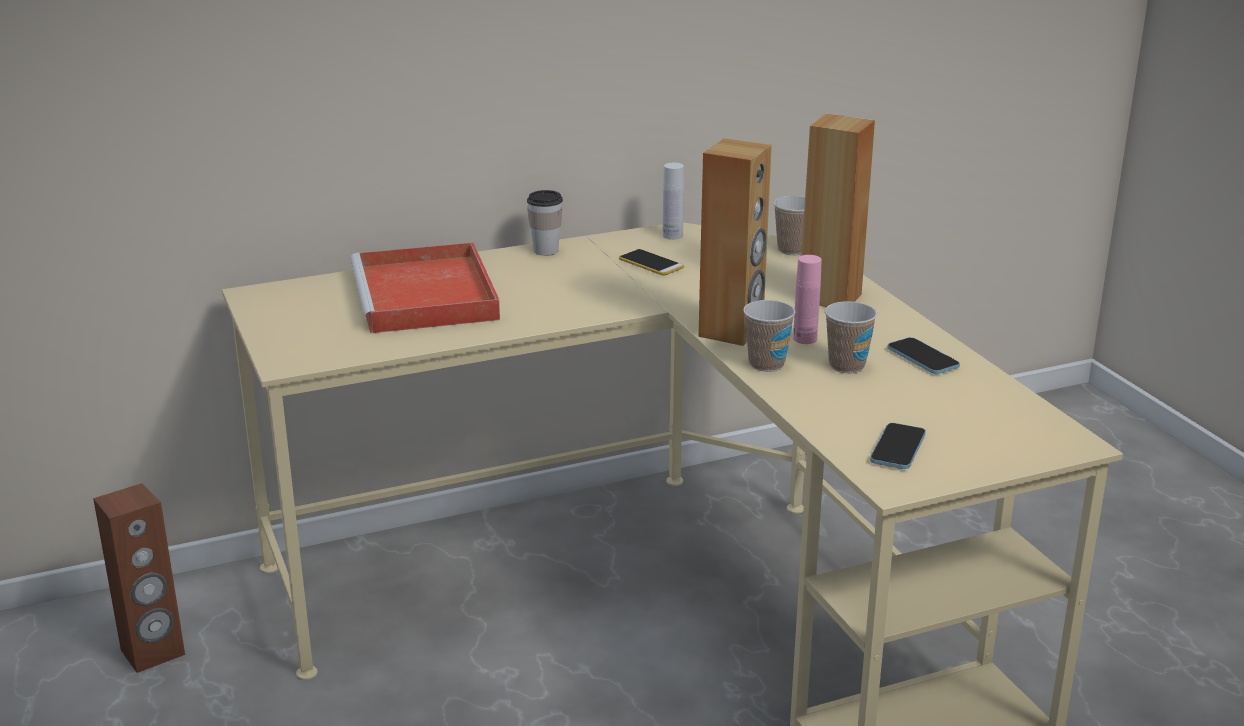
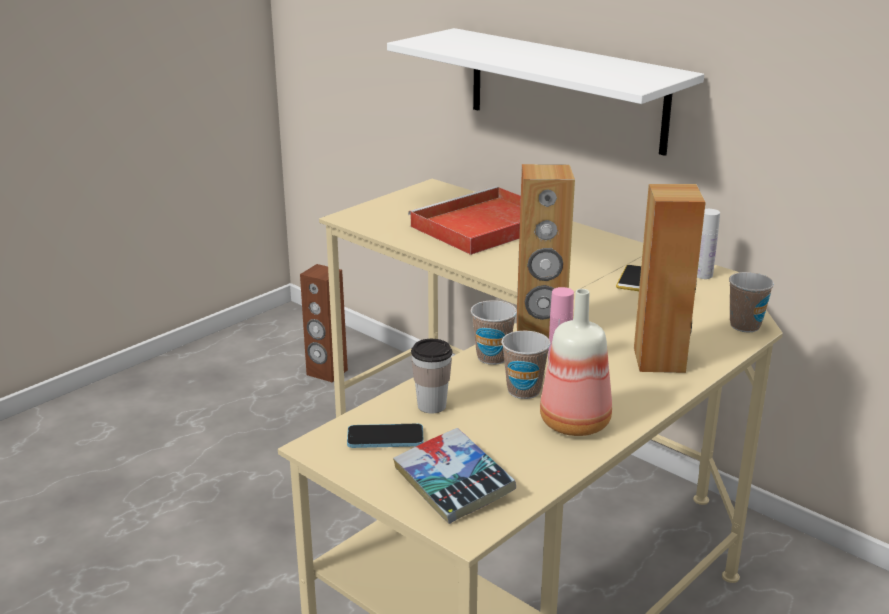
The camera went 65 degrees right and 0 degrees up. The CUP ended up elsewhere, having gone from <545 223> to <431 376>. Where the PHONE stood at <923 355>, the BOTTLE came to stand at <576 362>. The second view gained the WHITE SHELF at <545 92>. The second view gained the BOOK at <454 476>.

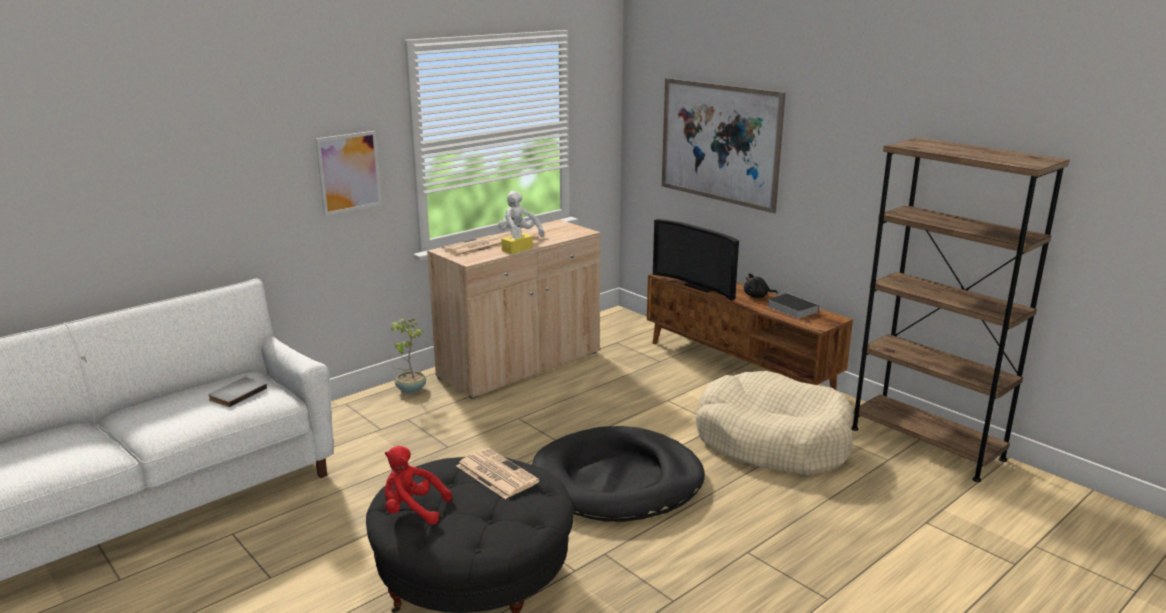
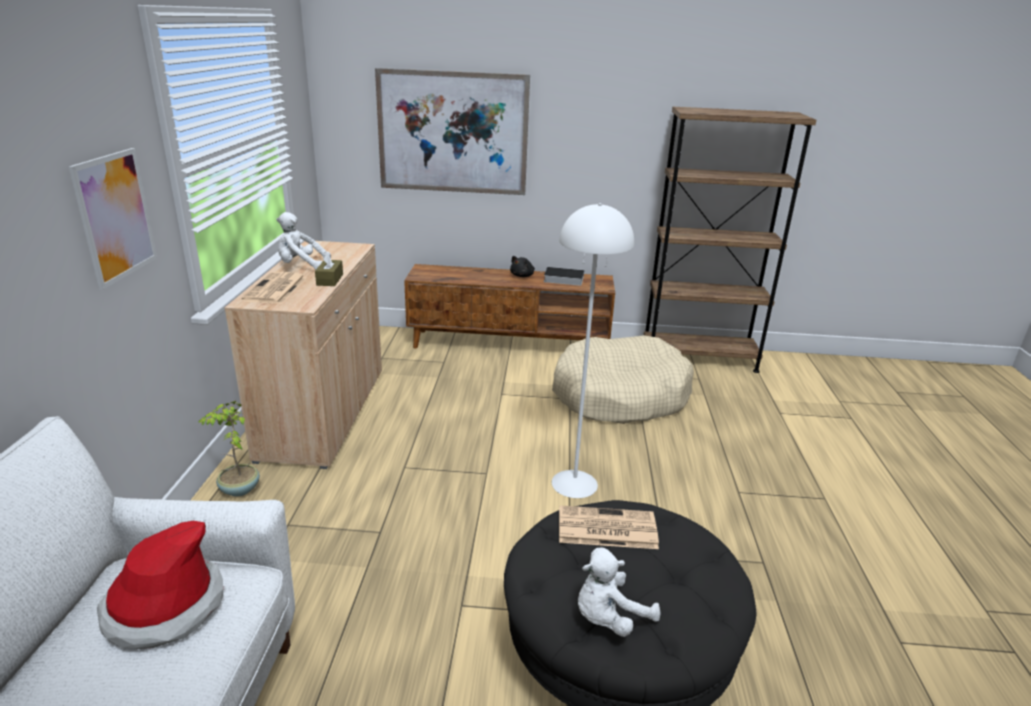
The camera went 45 degrees left and 5 degrees up. The second view lost the TELEVISION at <696 260>. What was the YELLOW TISSUE BOX at <517 239> turned into the BROWN TISSUE BOX at <329 269>. Where the GREY BOOK stood at <237 392>, the HAT came to stand at <160 585>. Where the BLACK DOG BED stood at <618 474>, the WHITE FLOOR LAMP came to stand at <593 350>. What was the RED PLUSH TOY at <418 485> turned into the WHITE PLUSH TOY at <619 592>.

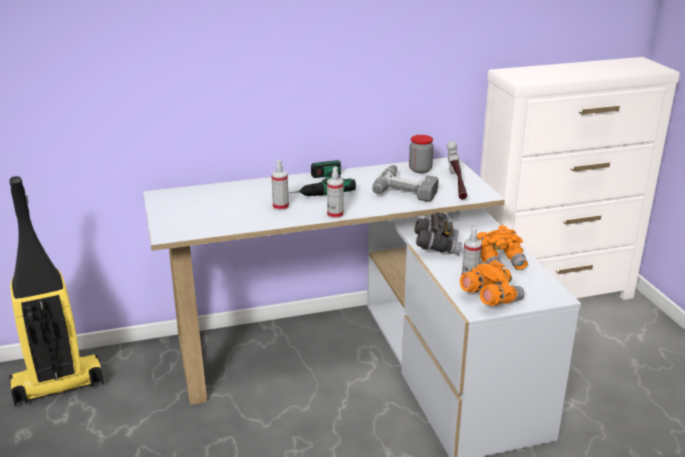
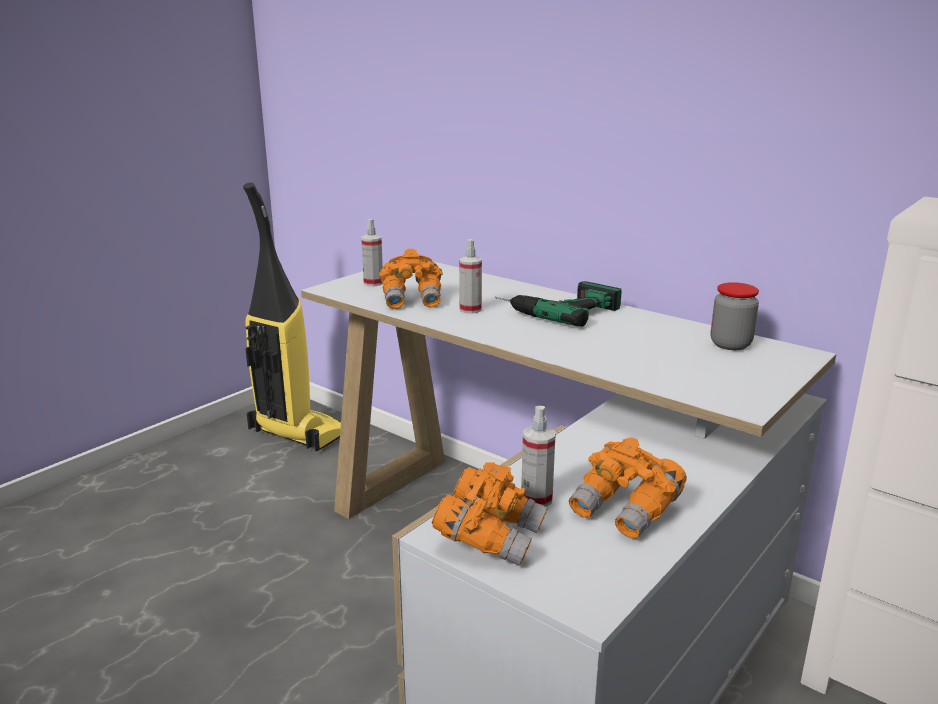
The camera went 55 degrees right and 5 degrees down. The second view lost the HAMMER at <456 170>. The second view lost the POWER DRILL at <405 183>. The SPRAY BOTTLE ended up elsewhere, having gone from <335 193> to <372 252>. The second view lost the GREY BINOCULARS at <438 233>. The second view gained the ORANGE BINOCULARS at <411 279>.

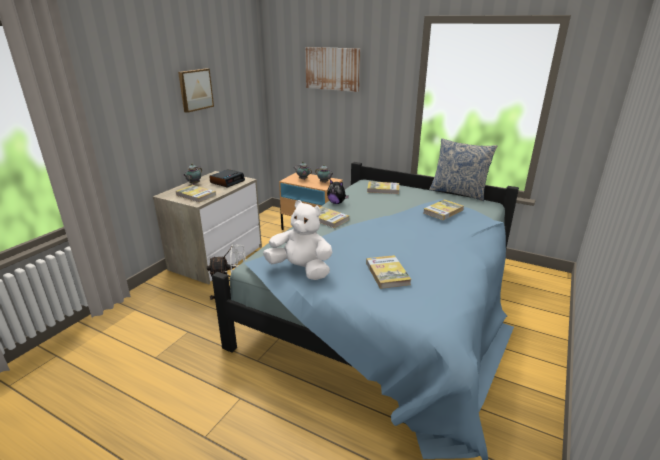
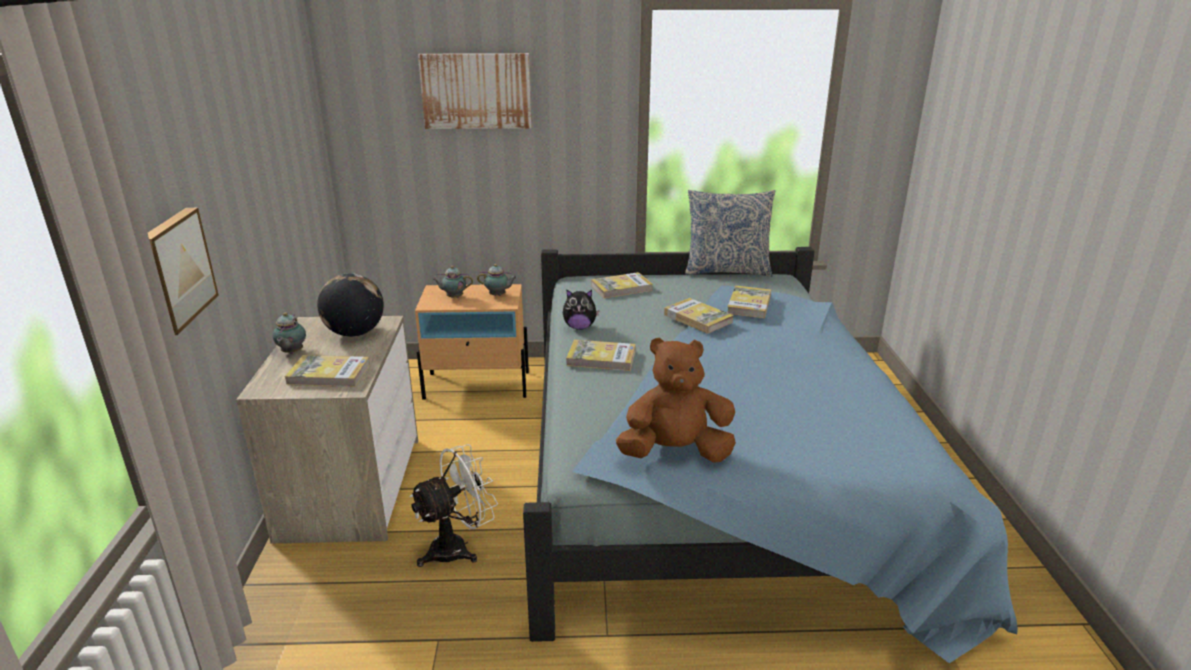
The camera went 30 degrees left and 0 degrees up. The PICTURE ended up elsewhere, having gone from <196 90> to <183 271>. Where the ALARM CLOCK stood at <227 178>, the GLOBE came to stand at <350 305>. What was the WHITE PLUSH TOY at <297 240> turned into the BROWN PLUSH TOY at <676 400>. The BOOK ended up elsewhere, having gone from <388 272> to <699 316>.

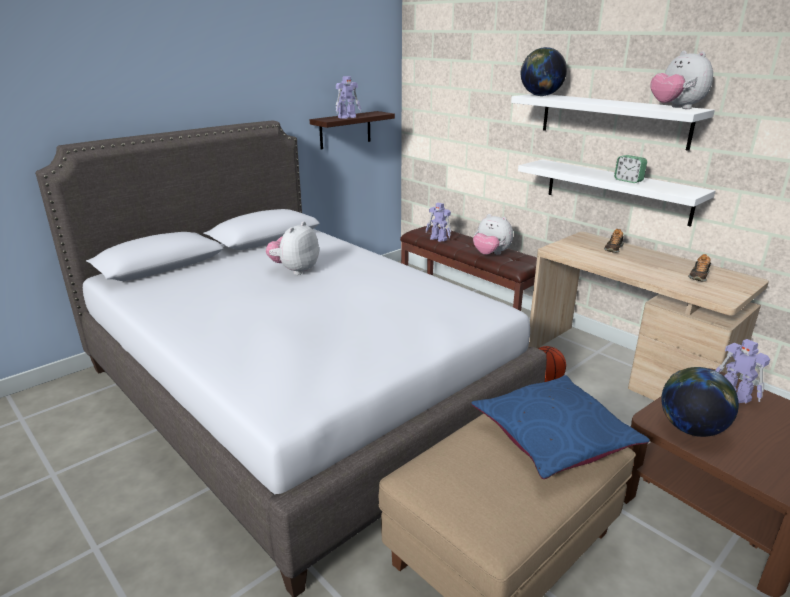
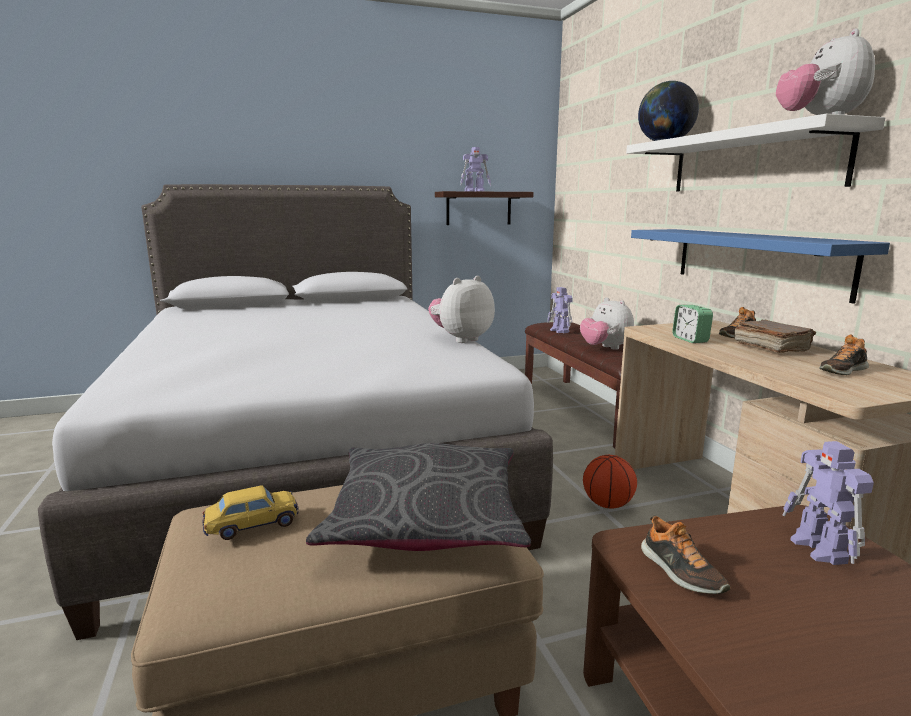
The camera went 25 degrees right and 10 degrees down. The ALARM CLOCK ended up elsewhere, having gone from <630 169> to <692 324>. What was the WHITE SHELF at <616 193> turned into the BLUE SHELF at <760 266>. The PLUSH TOY ended up elsewhere, having gone from <292 248> to <461 309>. Where the GLOBE stood at <700 402>, the SHOE came to stand at <685 554>. What was the BLUE PILLOW at <560 427> turned into the GREY PILLOW at <418 497>. The second view gained the BROWN BOOK at <775 336>. The second view gained the TOY CAR at <251 512>.

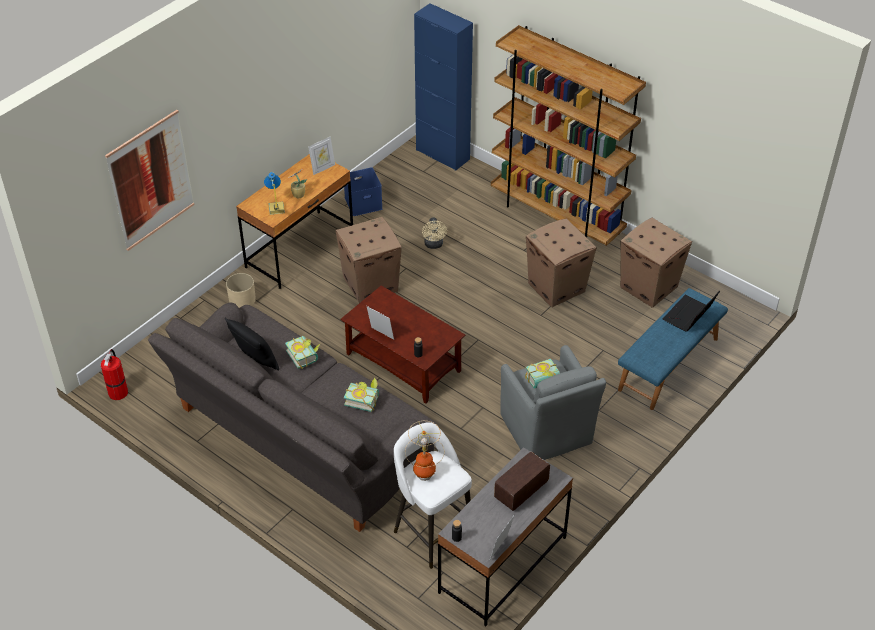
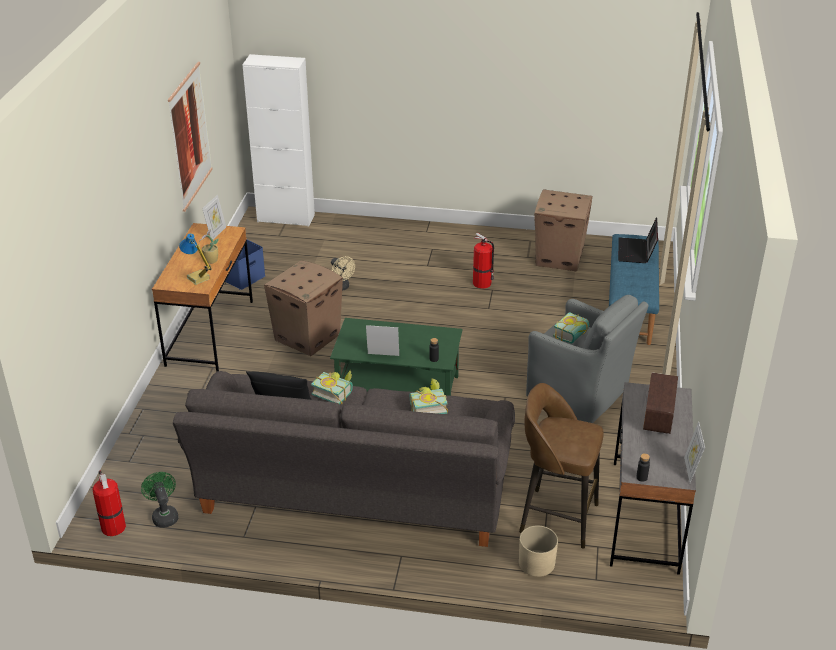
The camera went 30 degrees left and 10 degrees down. What was the BLUE CABINET at <443 87> turned into the WHITE CABINET at <278 140>. The second view lost the BROWN BOOKCASE at <568 135>. The PICTURE ended up elsewhere, having gone from <150 180> to <190 137>. Where the CARDBOARD BOX stood at <561 262>, the FIRE EXTINGUISHER came to stand at <483 260>. The BEIGE PLANTER ended up elsewhere, having gone from <241 290> to <538 551>. What was the BROWN COFFEE TABLE at <403 344> turned into the GREEN COFFEE TABLE at <396 357>. The second view lost the TABLE LAMP at <424 451>. What was the WHITE STOOL at <433 495> turned into the BROWN STOOL at <561 466>. The second view gained the GREEN FAN at <160 500>.

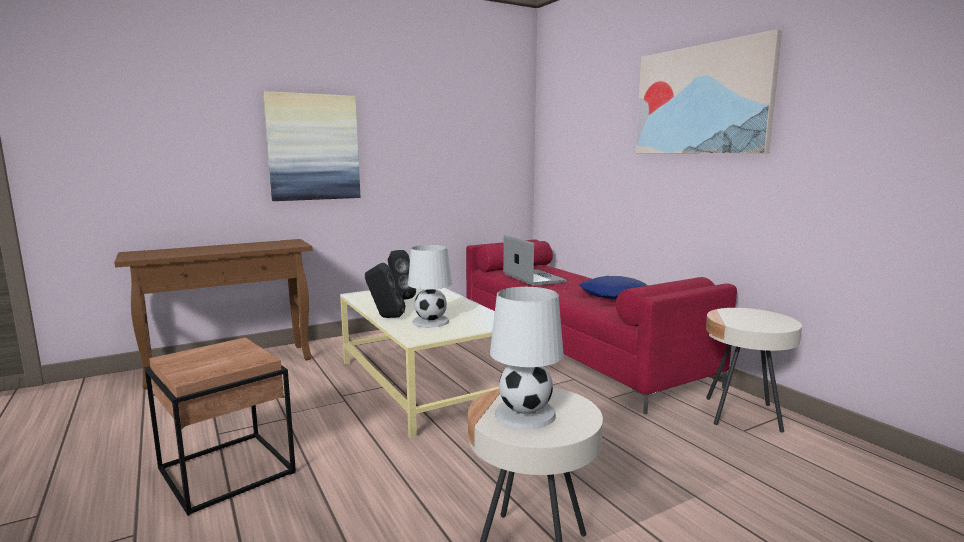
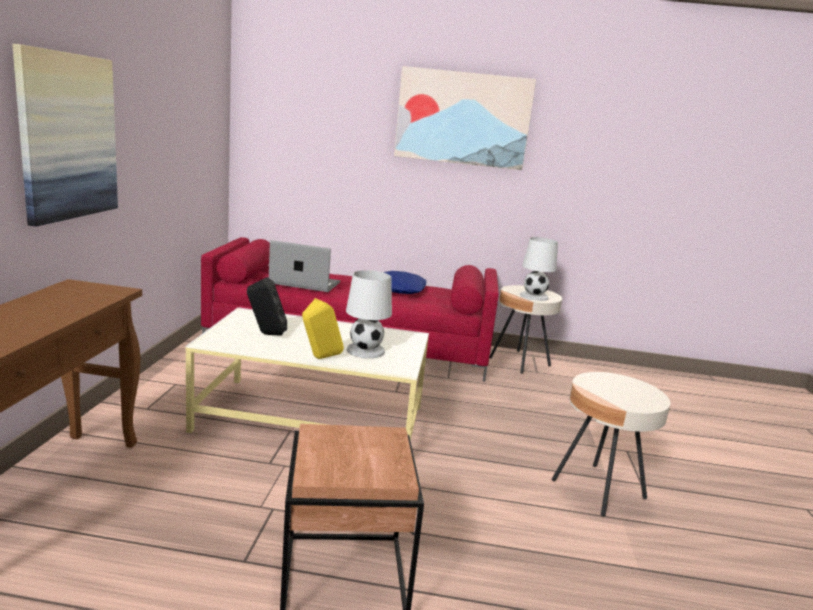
The camera went 55 degrees left and 5 degrees up. What was the BLACK SPEAKER at <385 290> turned into the YELLOW SPEAKER at <323 328>. The WHITE TABLE LAMP ended up elsewhere, having gone from <527 358> to <539 269>.

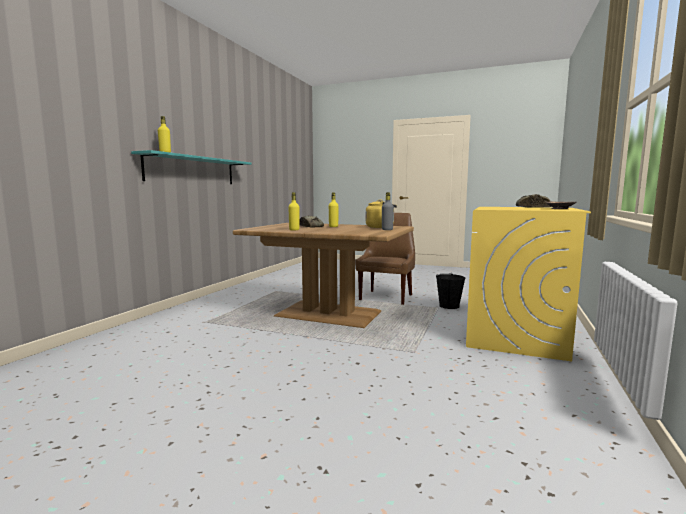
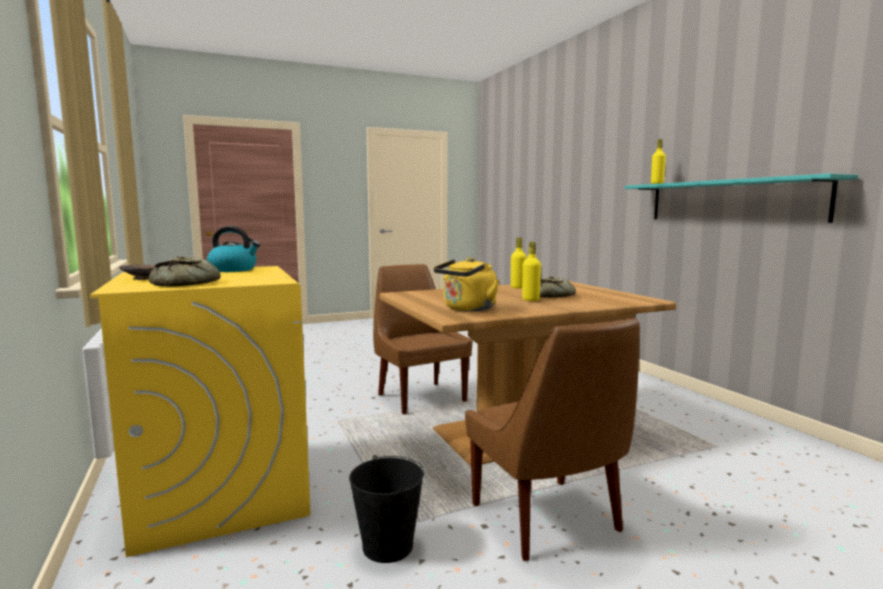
The camera went 135 degrees right and 0 degrees up. The second view lost the GREY BOTTLE at <388 211>. The second view gained the KETTLE at <233 249>. The second view gained the BROWN CHAIR at <422 339>.

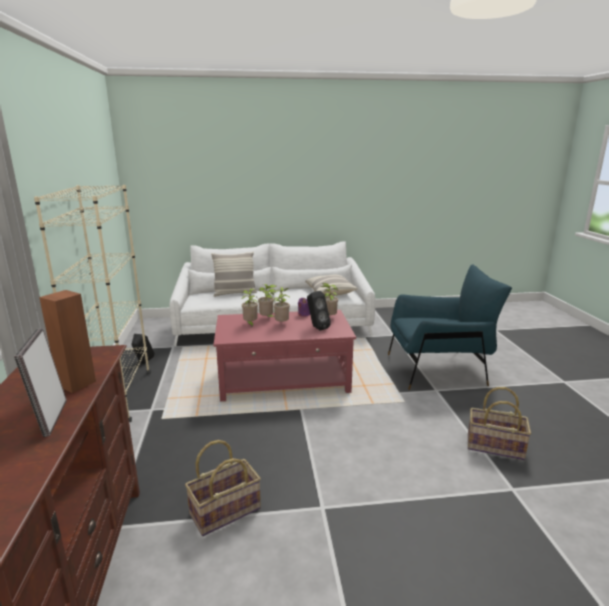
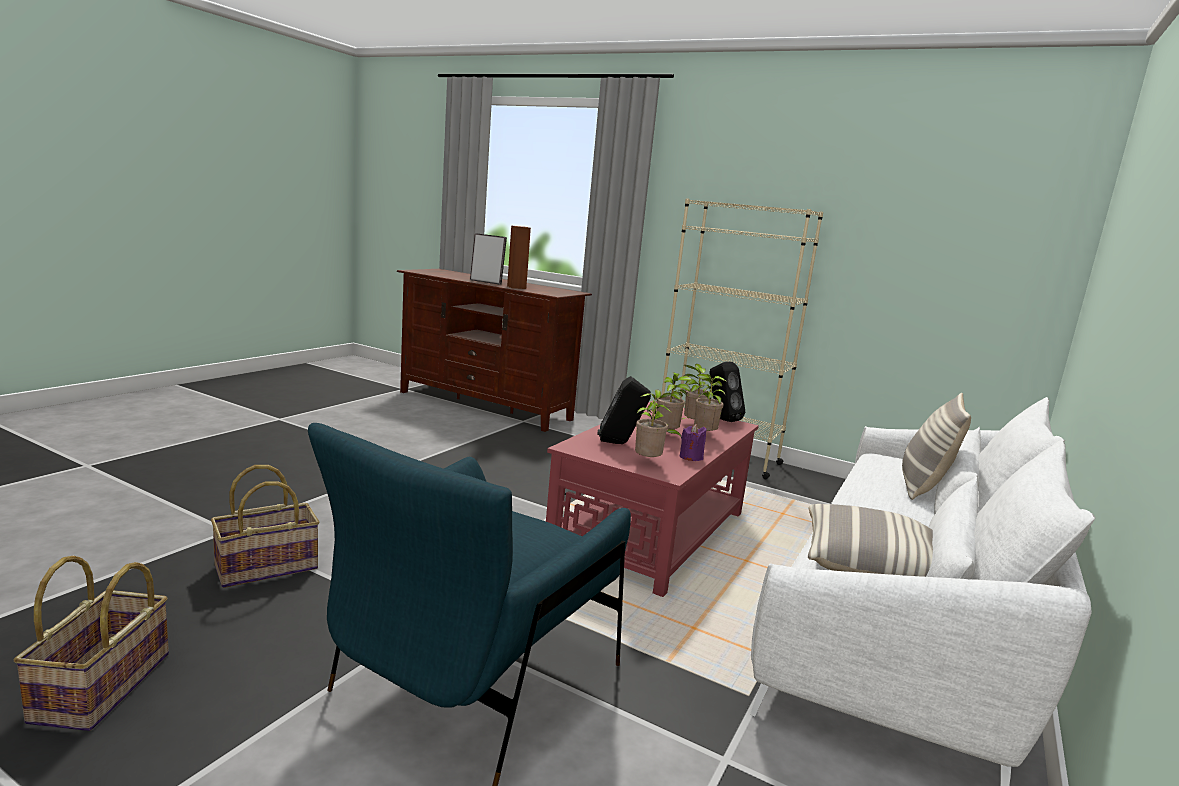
The camera went 125 degrees right and 5 degrees down. The BLACK SPEAKER ended up elsewhere, having gone from <143 349> to <727 392>. The BASKET ended up elsewhere, having gone from <223 488> to <91 643>.

